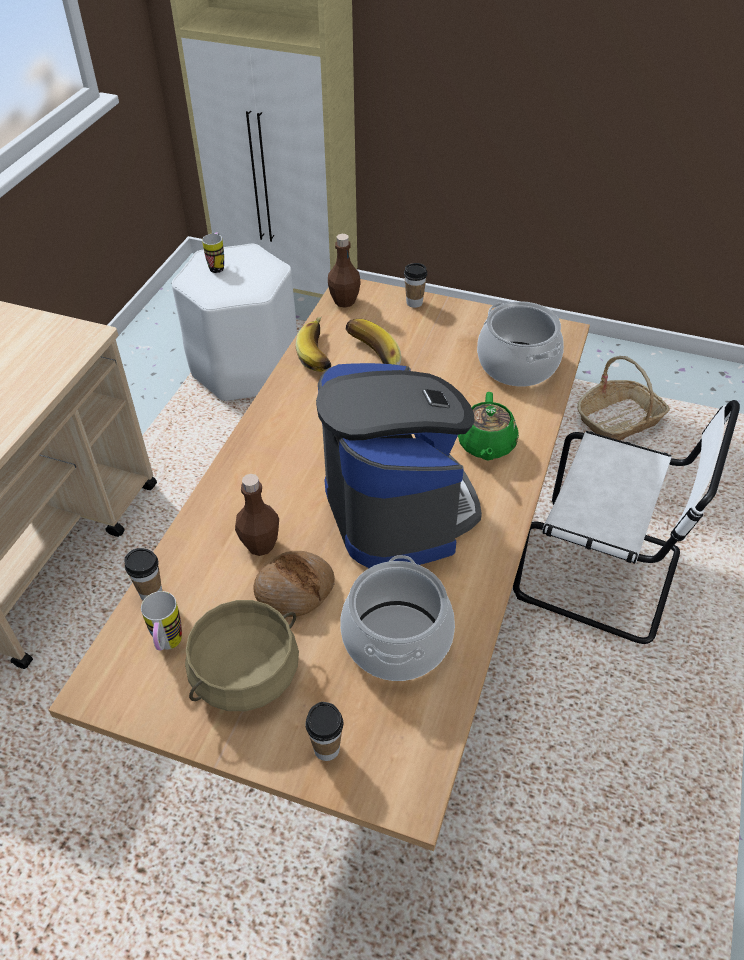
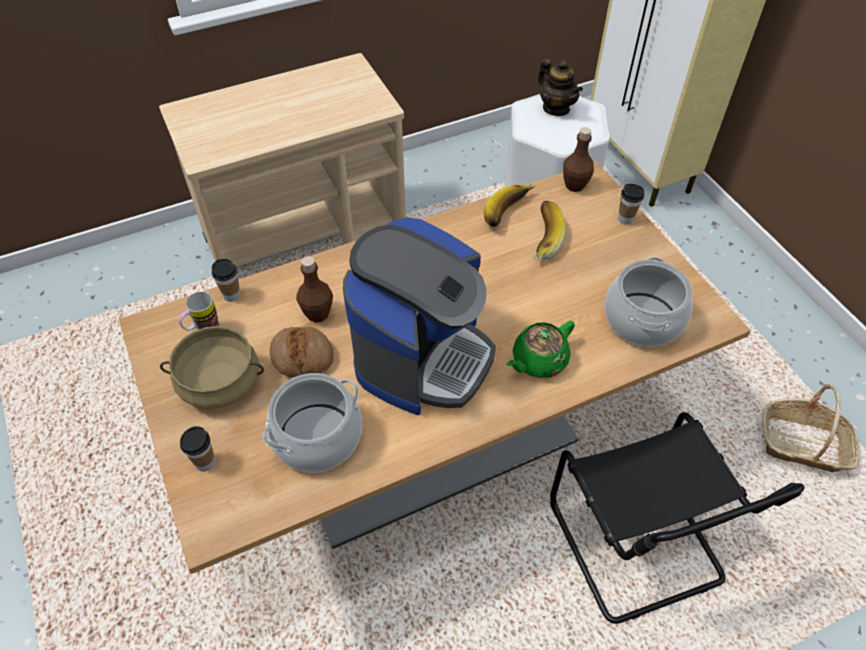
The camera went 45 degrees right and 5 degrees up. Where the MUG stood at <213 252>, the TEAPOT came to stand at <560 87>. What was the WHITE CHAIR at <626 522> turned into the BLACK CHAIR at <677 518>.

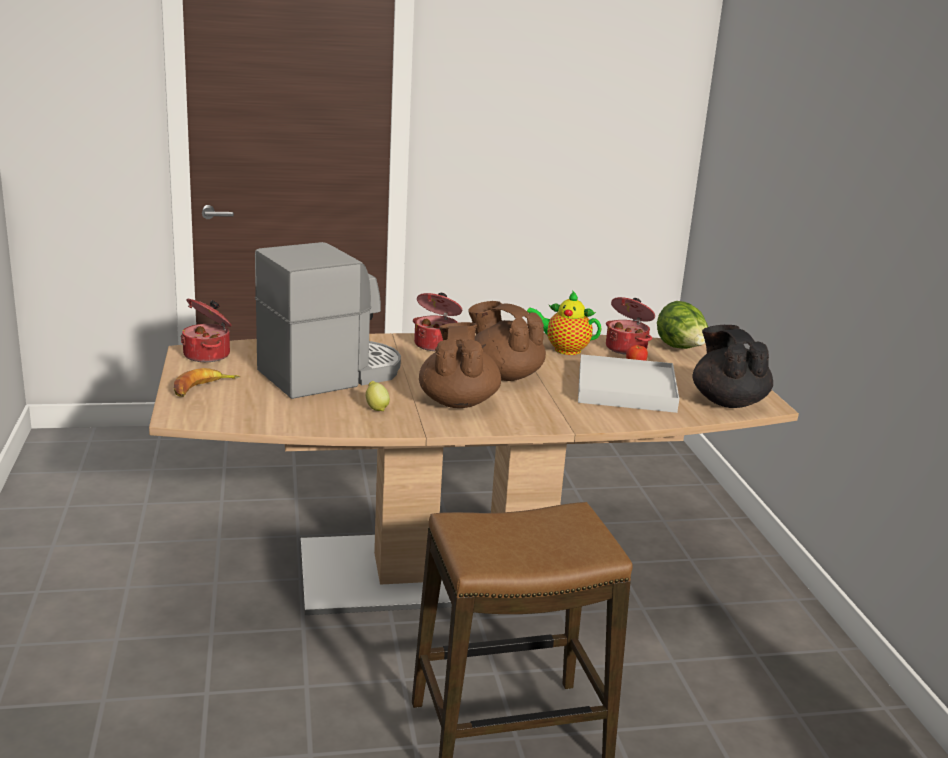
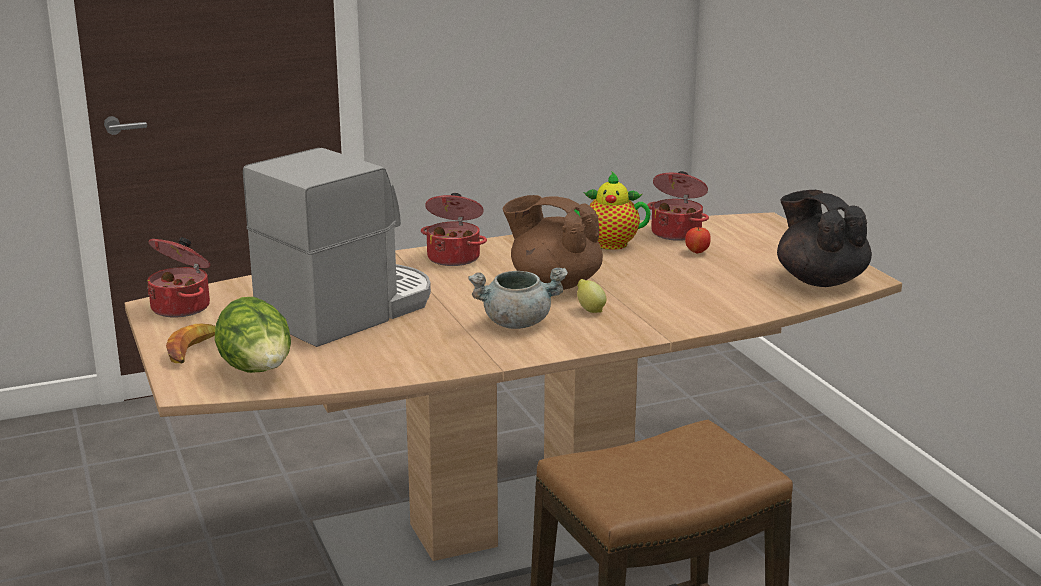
The camera went 10 degrees left and 0 degrees up. The LETTUCE ended up elsewhere, having gone from <682 325> to <253 335>. Where the BROWN TEAPOT stood at <460 365>, the GREY COOKING POT came to stand at <518 298>. The second view lost the WHITE TRAY at <628 383>. The LEMON ended up elsewhere, having gone from <378 396> to <591 296>.

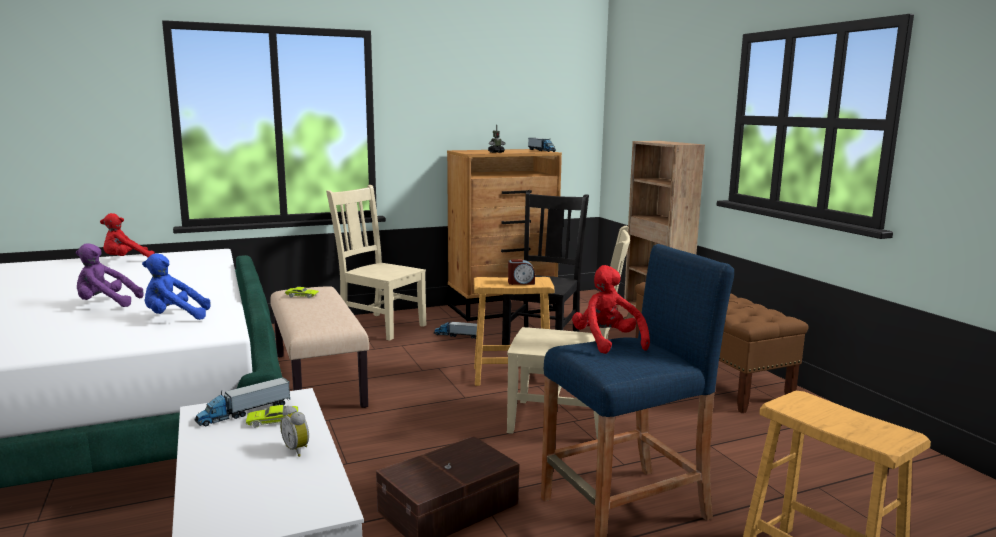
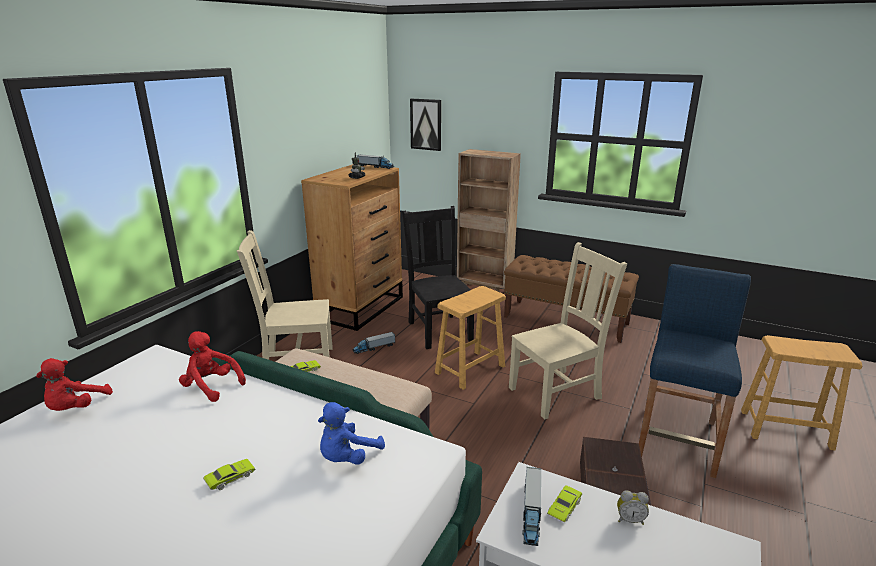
The camera went 40 degrees left and 10 degrees up. Where the PURPLE PLUSH TOY stood at <110 275>, the GREEN TOY CAR came to stand at <229 474>. The second view lost the ALARM CLOCK at <521 272>. The RED PLUSH TOY ended up elsewhere, having gone from <611 309> to <212 366>. The second view gained the PICTURE at <425 125>.

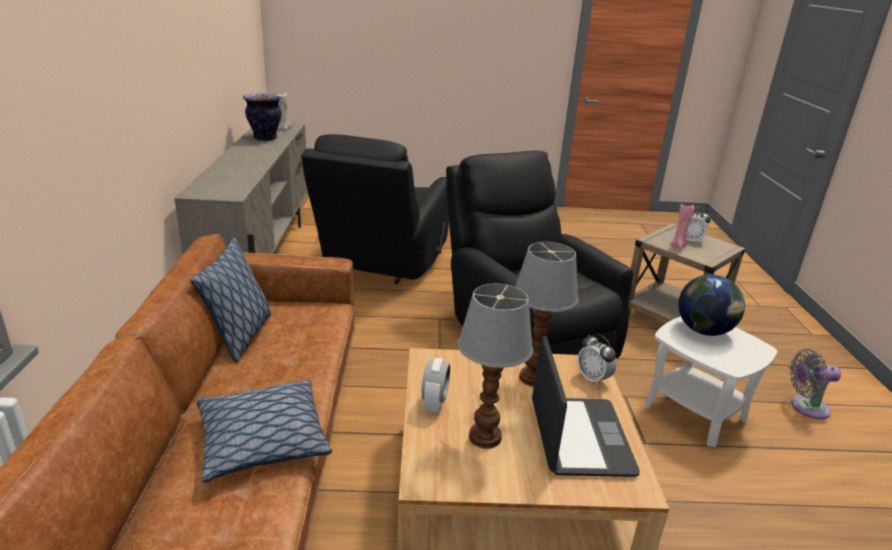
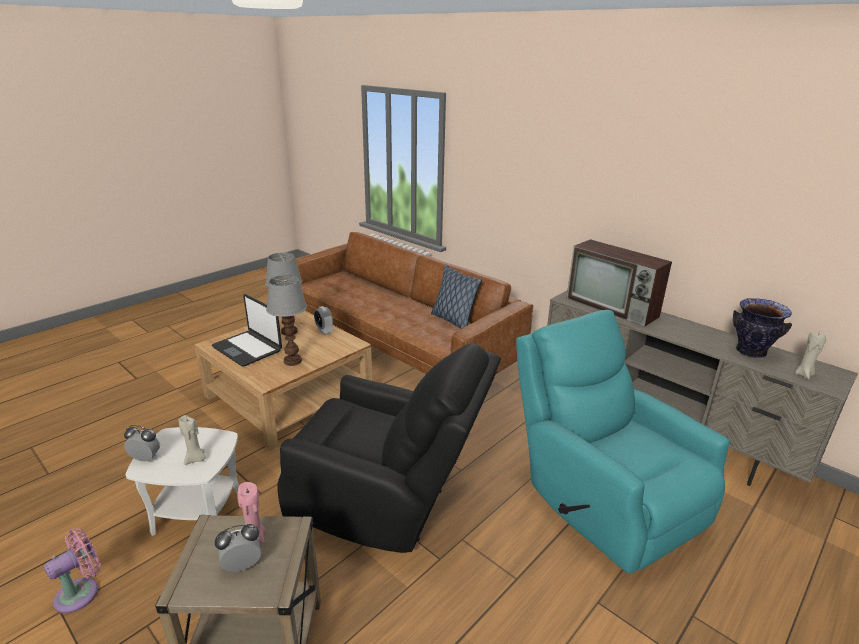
The camera went 135 degrees right and 0 degrees up. What was the BLACK ARMCHAIR at <375 209> turned into the TURQUOISE ARMCHAIR at <623 442>. Where the GLOBE stood at <711 305>, the BEIGE CANDLE came to stand at <192 440>. The ALARM CLOCK ended up elsewhere, having gone from <597 359> to <142 443>. What was the GREY FAN at <815 384> turned into the PINK FAN at <72 570>. The second view lost the PILLOW at <264 431>. The second view gained the TELEVISION at <619 283>.

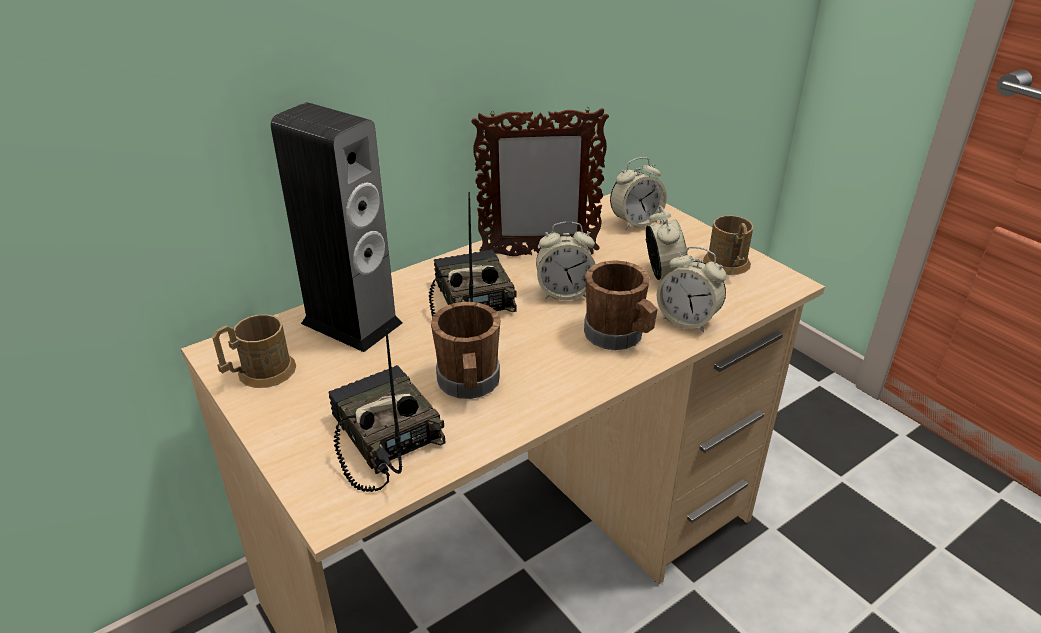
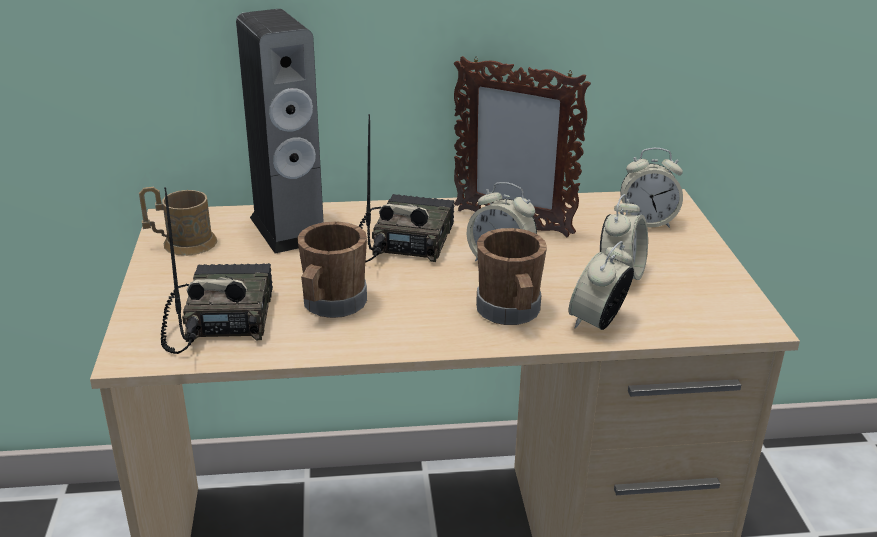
The camera went 30 degrees right and 5 degrees down. The second view lost the BROWN MUG at <728 245>. The ALARM CLOCK at <691 289> ended up facing another way, 60 degrees clockwise from before.

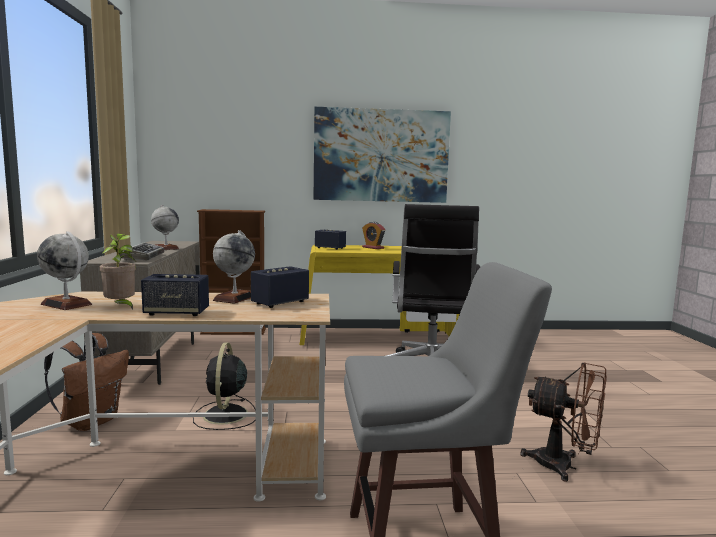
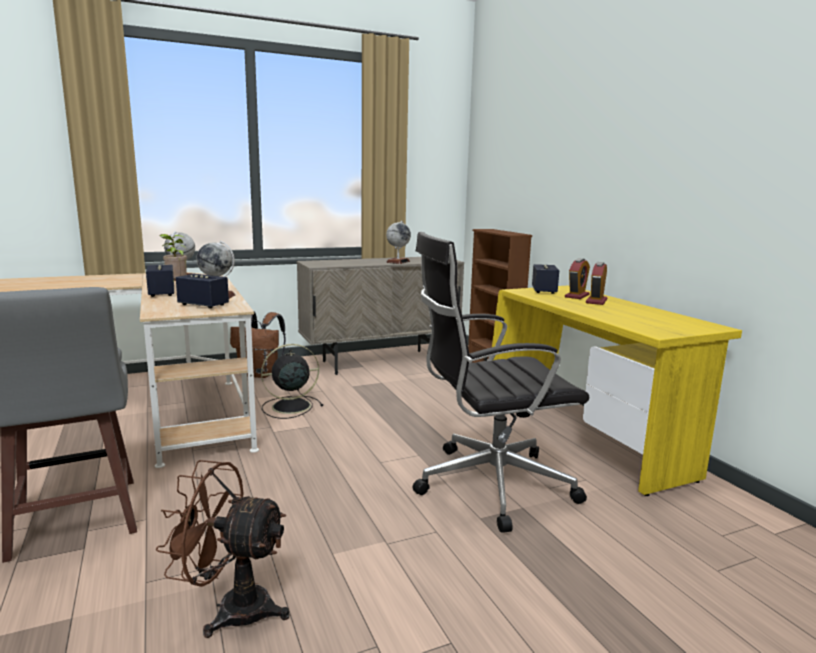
The camera went 70 degrees right and 5 degrees up. The second view lost the PICTURE at <382 155>. The second view lost the KEYBOARD at <142 251>. The BROWN FAN at <563 422> ended up facing another way, 90 degrees clockwise from before. The second view gained the ALARM CLOCK at <577 278>.

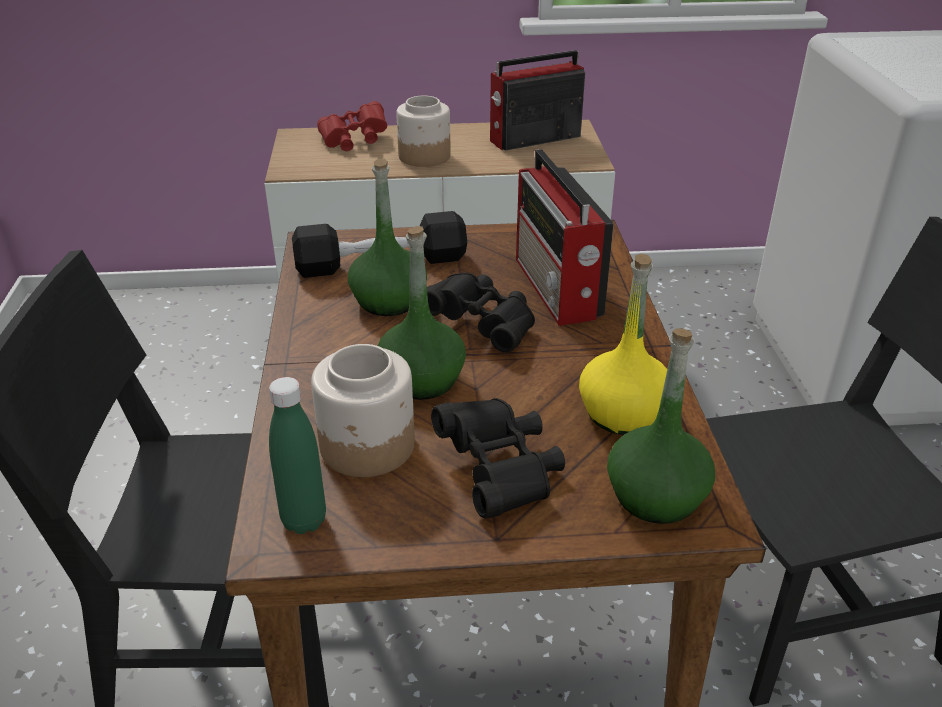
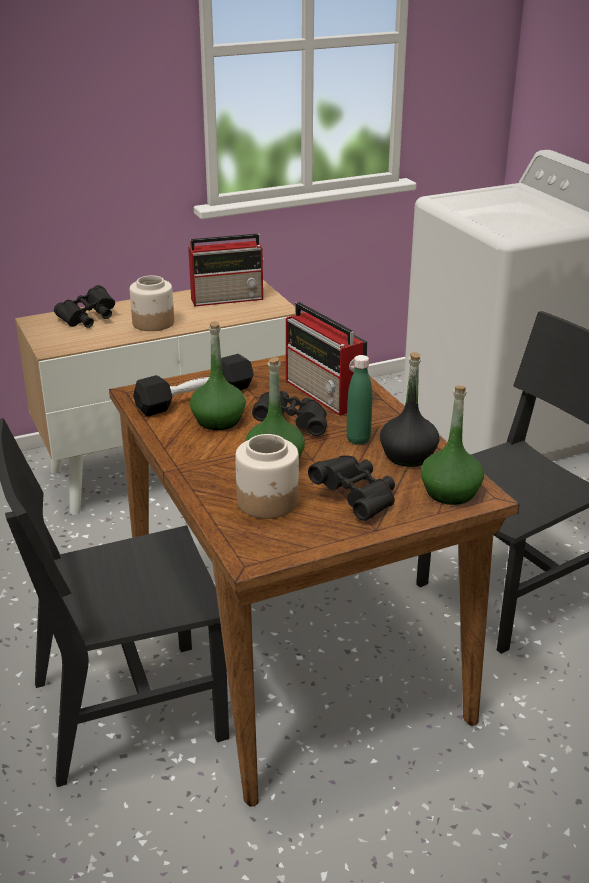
The camera went 20 degrees left and 5 degrees down. The RADIO at <537 100> ended up facing another way, 150 degrees counterclockwise from before. What was the RED BINOCULARS at <352 126> turned into the BLACK BINOCULARS at <84 306>. What was the YELLOW BOTTLE at <623 344> turned into the BLACK BOTTLE at <409 409>. The GREEN BOTTLE ended up elsewhere, having gone from <297 455> to <359 400>.

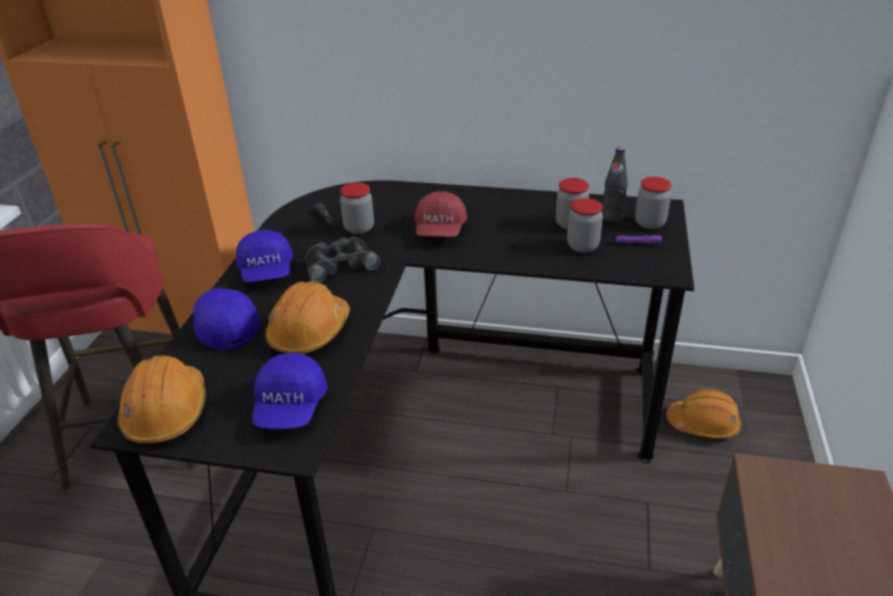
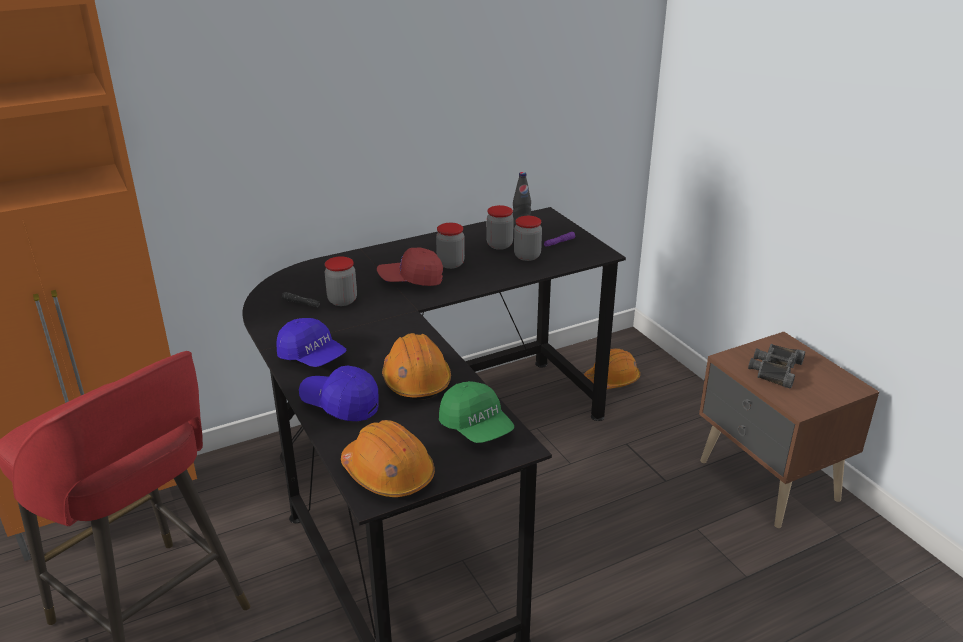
The camera went 40 degrees left and 5 degrees down. The JAR ended up elsewhere, having gone from <653 203> to <450 246>. The RED CAP at <441 214> ended up facing another way, 120 degrees clockwise from before. The BLACK BINOCULARS ended up elsewhere, having gone from <342 260> to <776 366>. What was the BLUE CAP at <290 390> turned into the GREEN CAP at <476 412>.

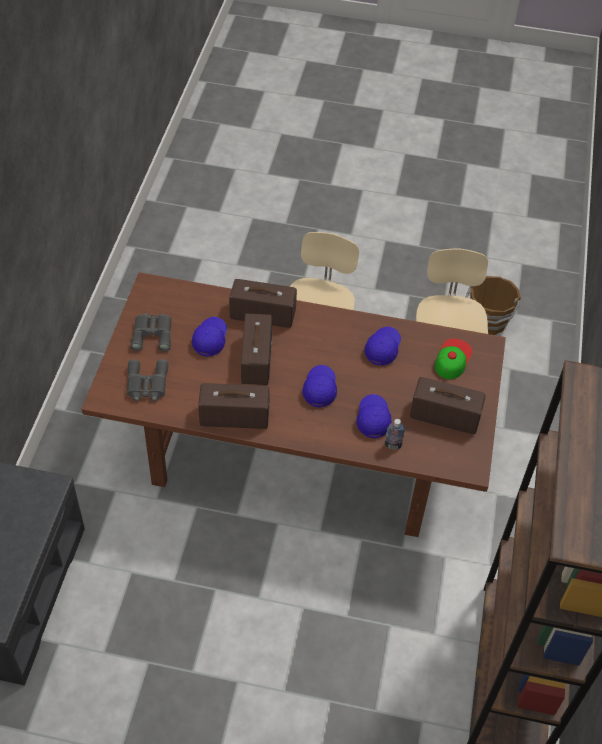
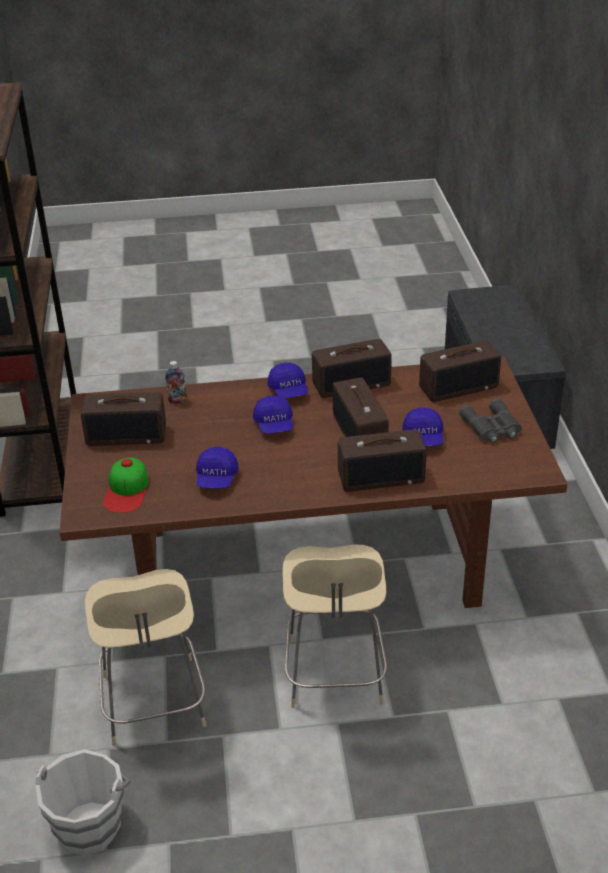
The camera went 165 degrees right and 15 degrees down. What was the BROWN BUCKET at <493 305> turned into the WHITE BUCKET at <83 802>. Where the GREY BINOCULARS stood at <148 380>, the RADIO came to stand at <460 371>. The BLUE CAP ended up elsewhere, having gone from <374 416> to <287 380>.

